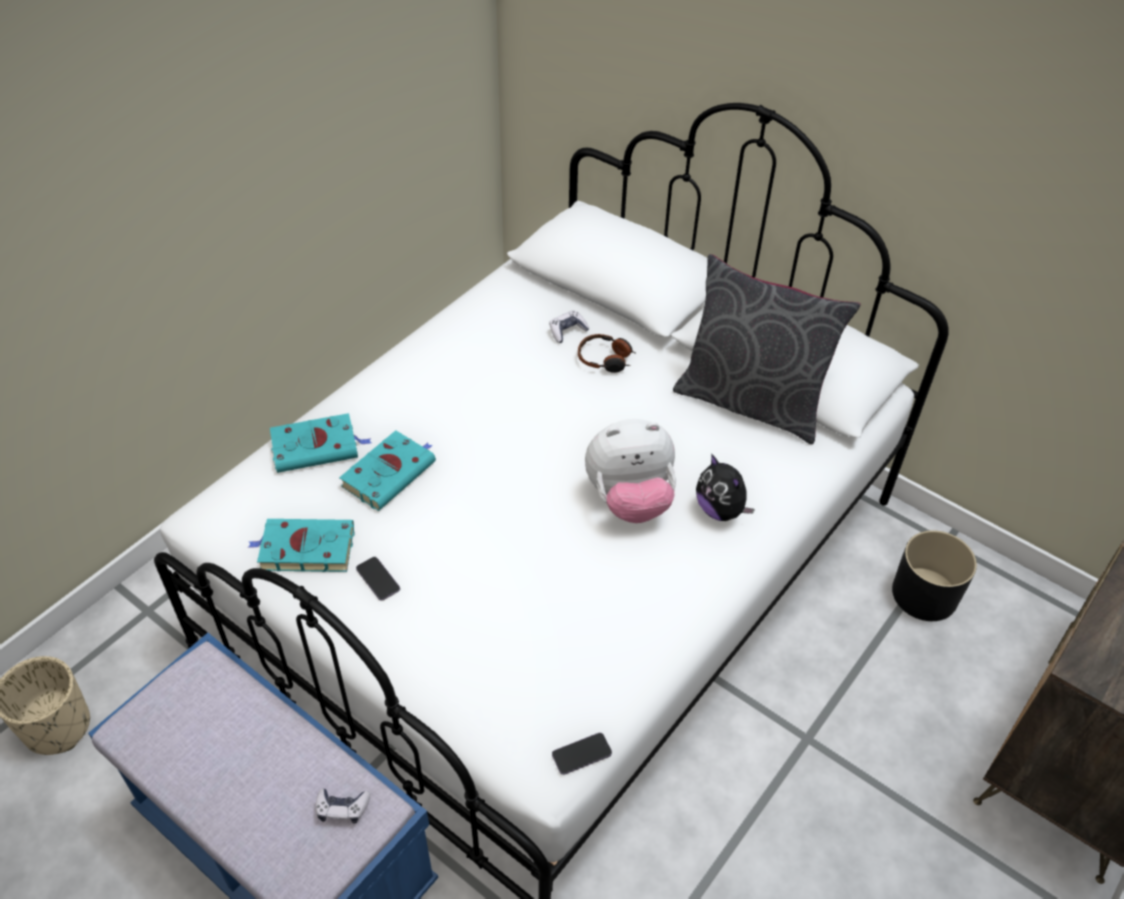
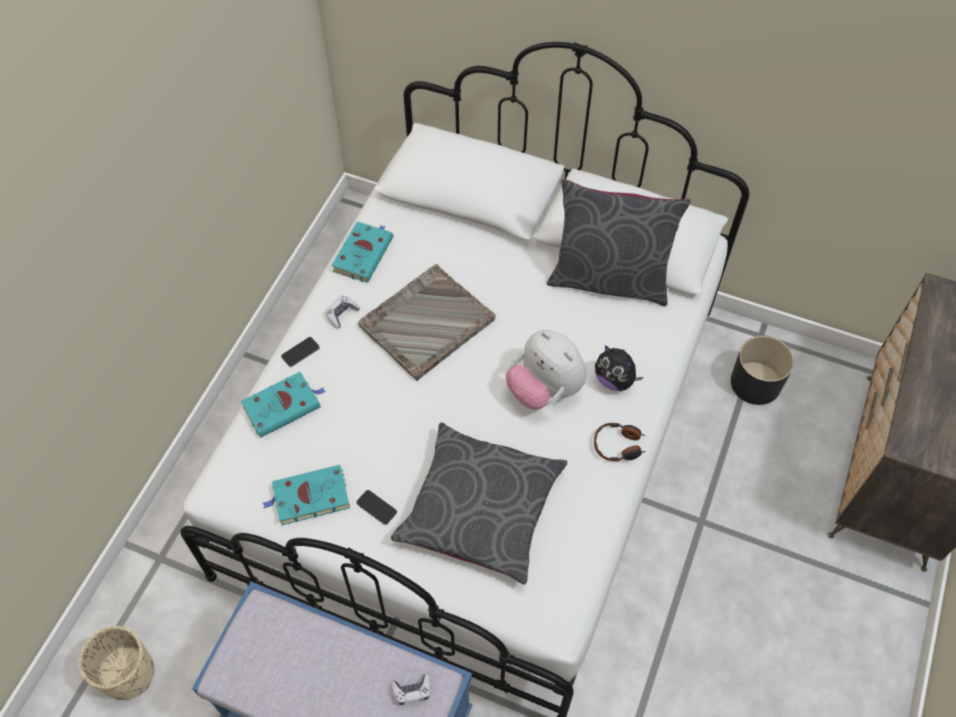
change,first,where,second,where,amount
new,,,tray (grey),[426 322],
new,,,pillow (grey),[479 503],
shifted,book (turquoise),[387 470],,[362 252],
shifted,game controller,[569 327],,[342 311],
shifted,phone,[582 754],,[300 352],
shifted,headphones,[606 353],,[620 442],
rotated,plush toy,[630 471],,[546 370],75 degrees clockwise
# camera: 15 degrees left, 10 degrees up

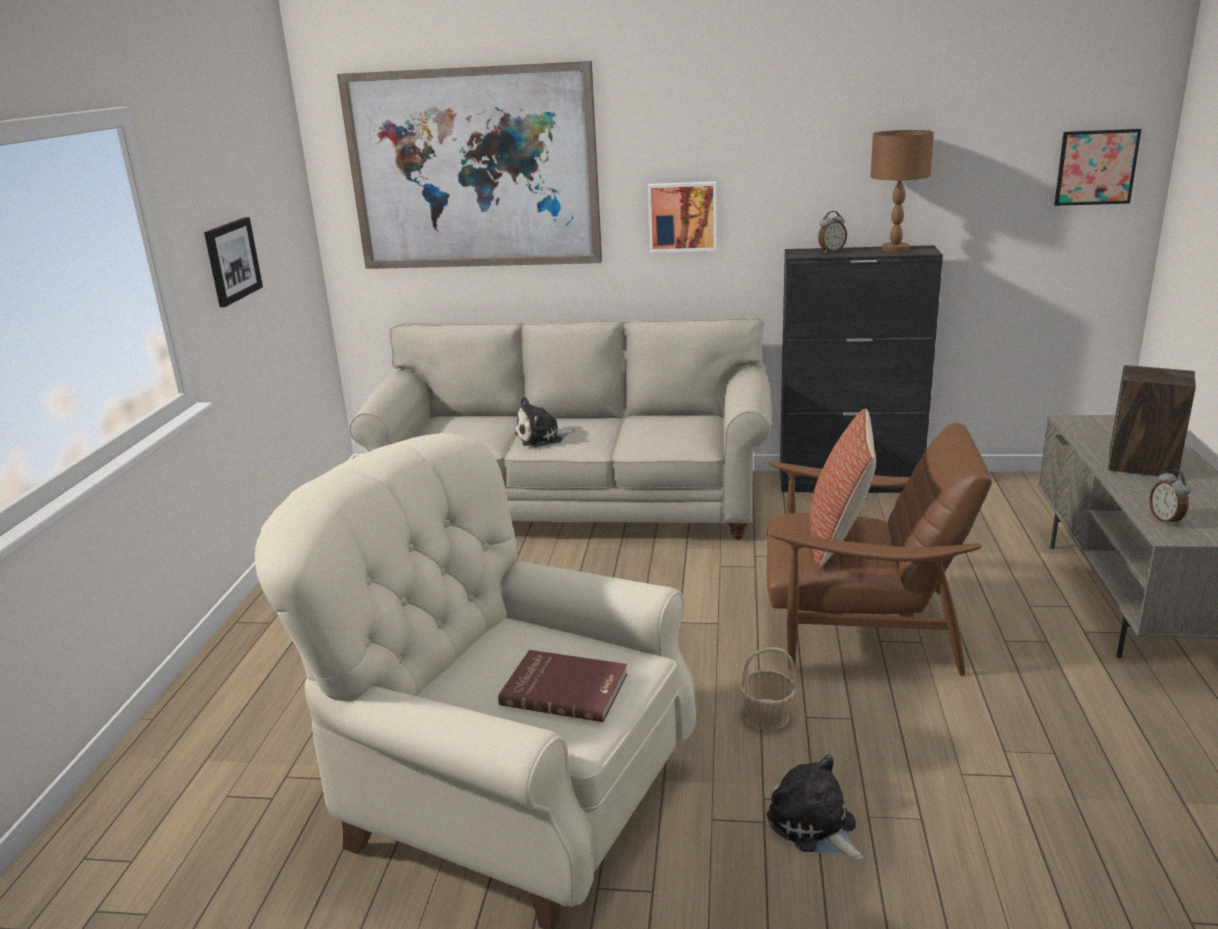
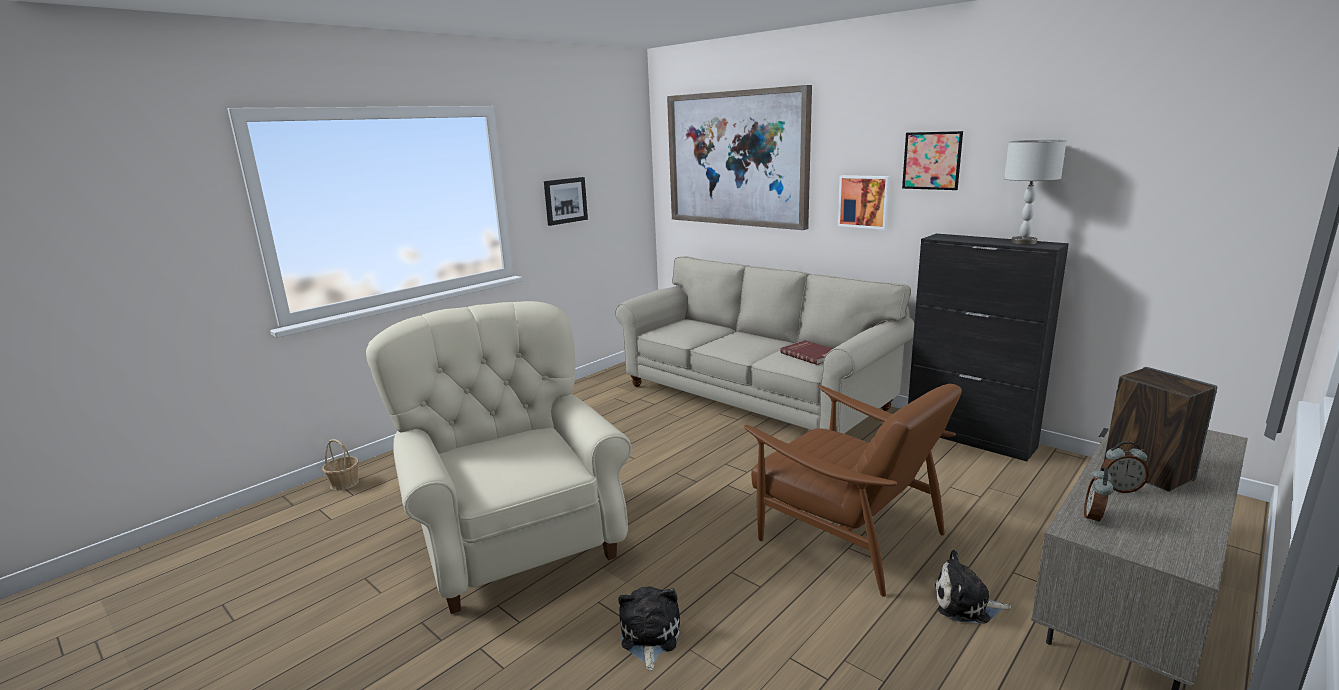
change,first,where,second,where,amount
gone,pillow,[843 488],,,
shifted,book (red),[562 686],,[806 352],
shifted,plush toy,[545 422],,[973 587],
shifted,basket,[768 688],,[340 465],
shifted,alarm clock,[832 232],,[1124 467],
shifted,picture,[1098 167],,[932 160],
repainted,table lamp (brown),[902 191],table lamp (grey),[1035 192],
# camera: 35 degrees right, 5 degrees down

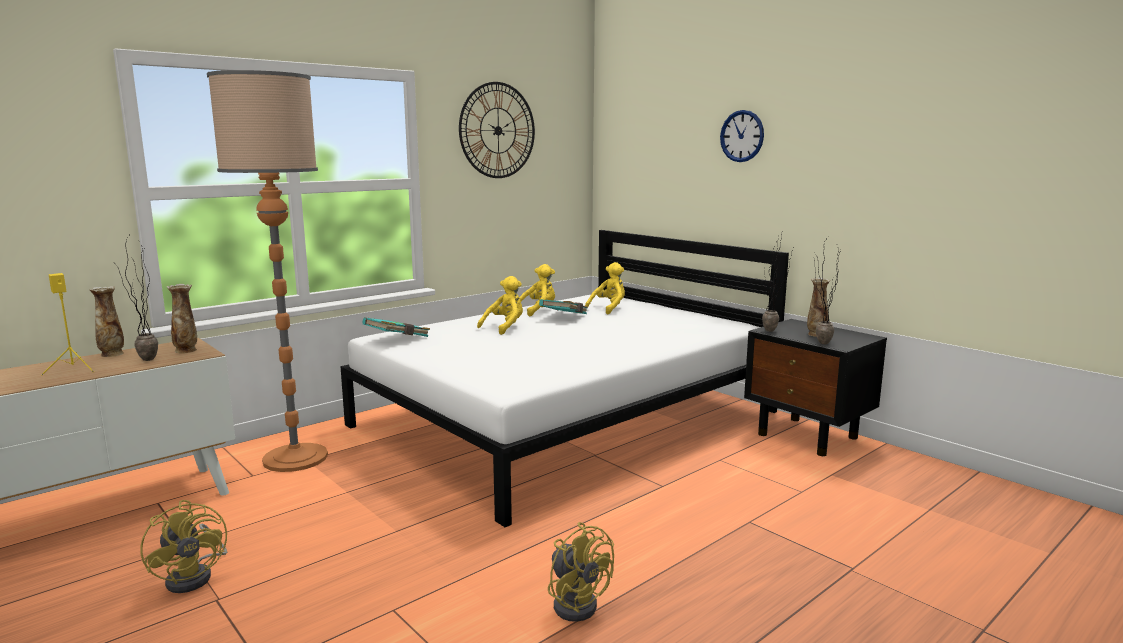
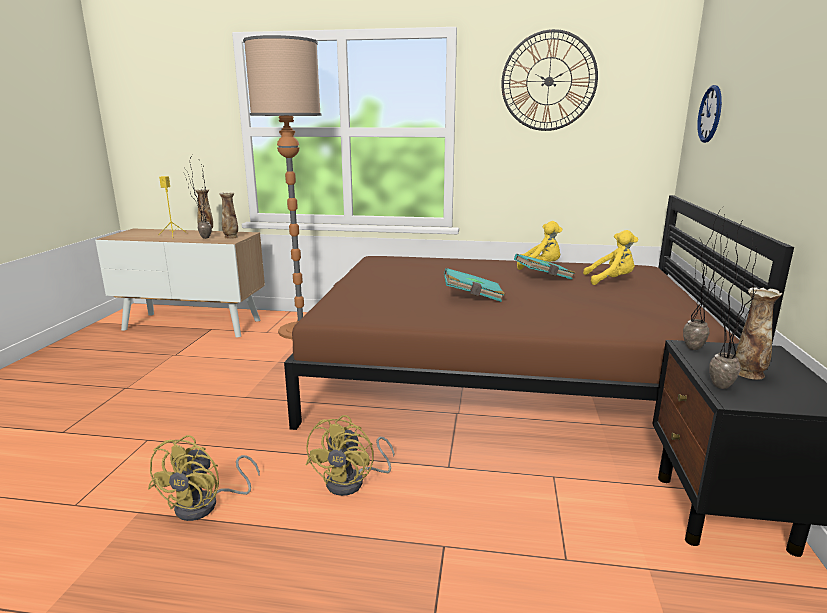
change,first,where,second,where,amount
gone,plush toy (yellow),[500 305],,,
shifted,fan (yellow),[183 546],,[350 455],
shifted,book (turquoise),[396 327],,[474 285],
shifted,wall clock,[742 136],,[709 114],
repainted,bed (white),[564 378],bed (brown),[539 312],
# camera: 50 degrees right, 5 degrees up

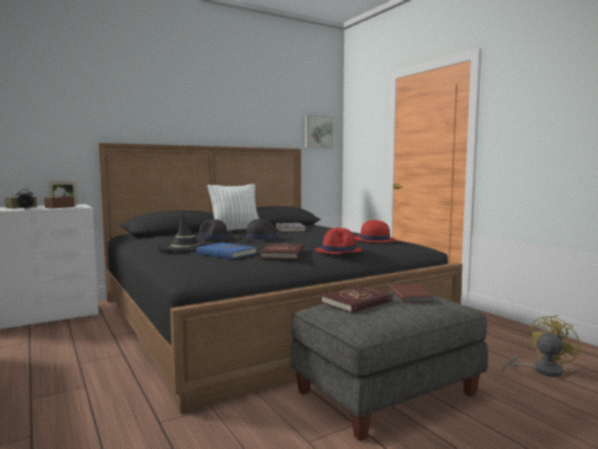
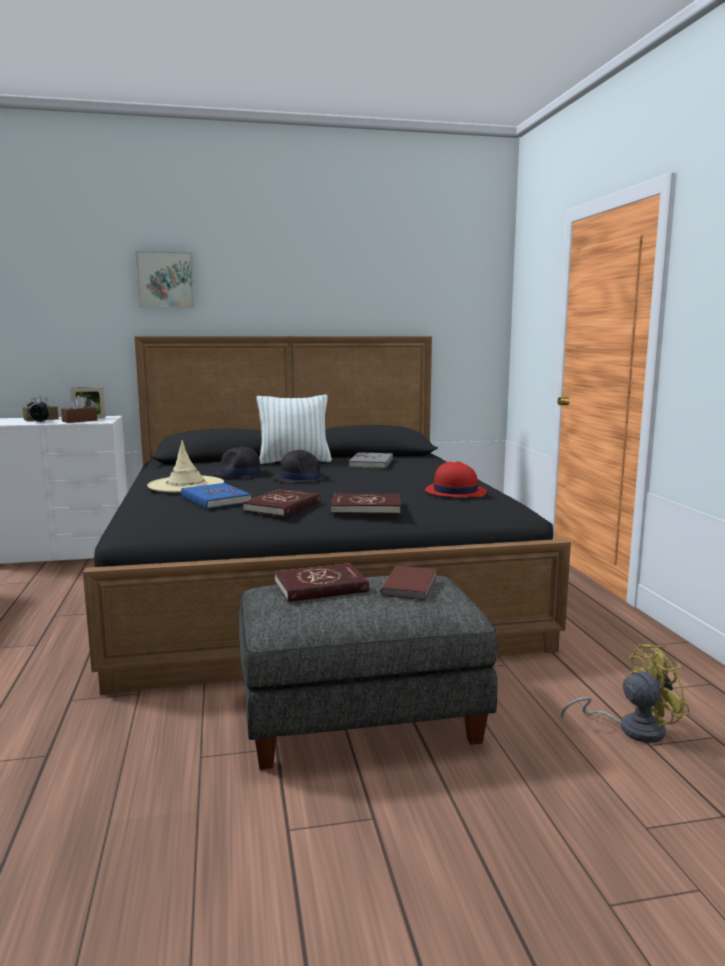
change,first,where,second,where,amount
shifted,picture,[319 131],,[165 279],
swapped,hat (red),[338 241],book (red),[366 503],
repainted,hat (black),[184 232],hat (beige),[185 466],
# camera: 20 degrees right, 5 degrees up

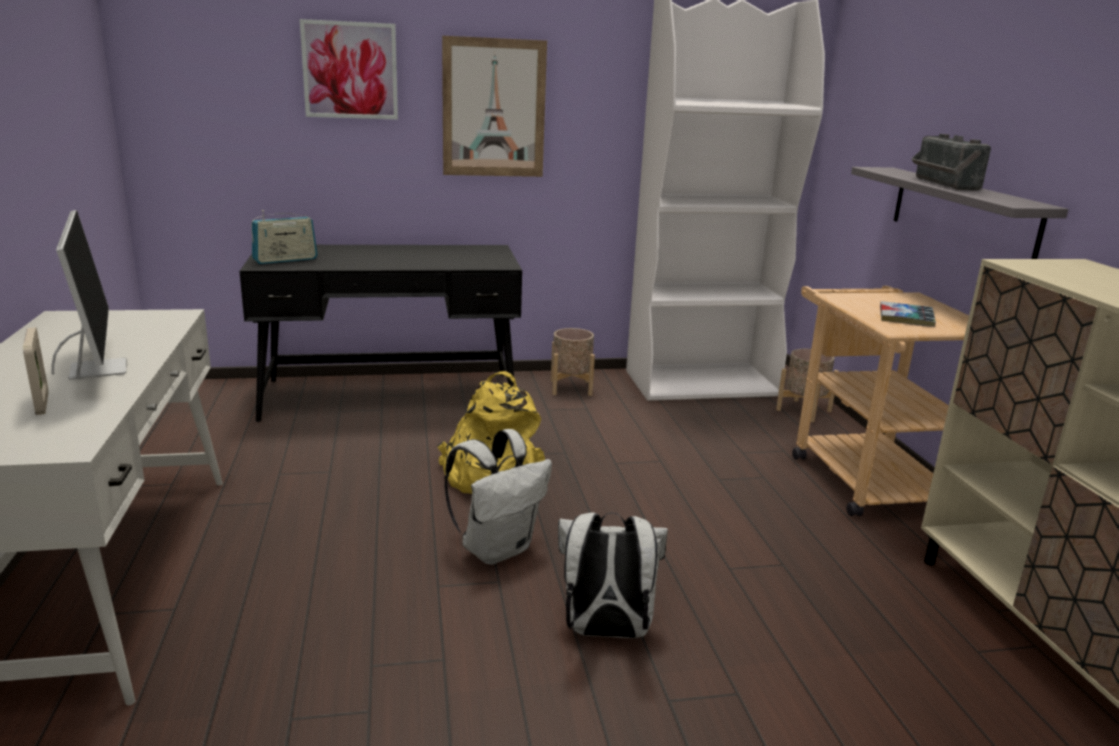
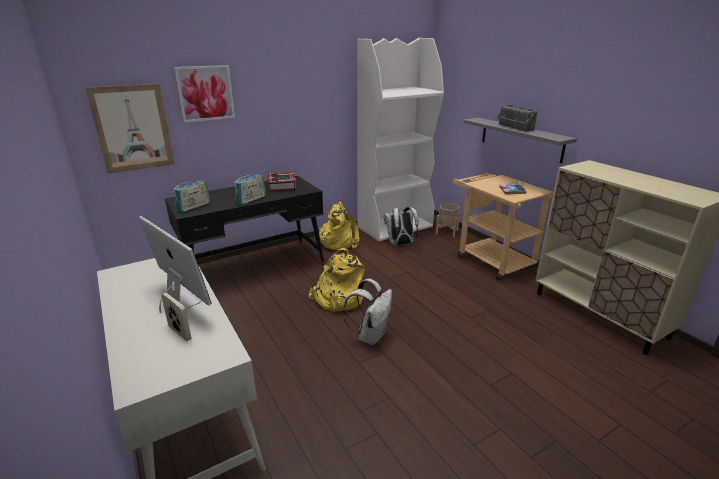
change,first,where,second,where,amount
new,,,radio,[250 189],
new,,,book,[282 182],
shifted,picture,[494 106],,[130 129],
shifted,backpack (white),[613 575],,[401 226],
swapped,planter (beige),[573 362],backpack (yellow),[339 226],
# camera: 20 degrees left, 5 degrees up

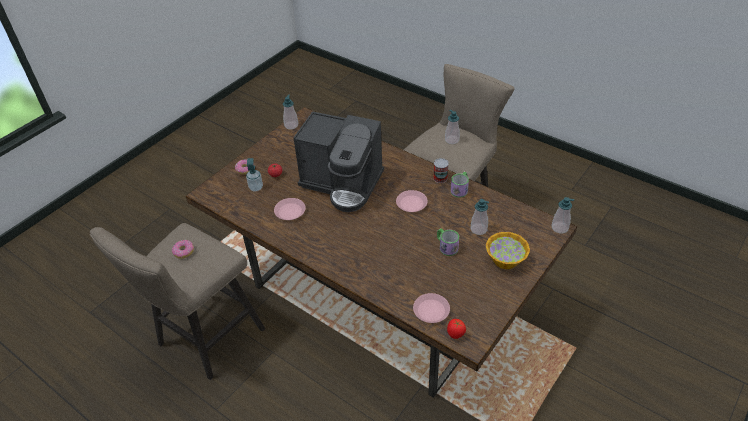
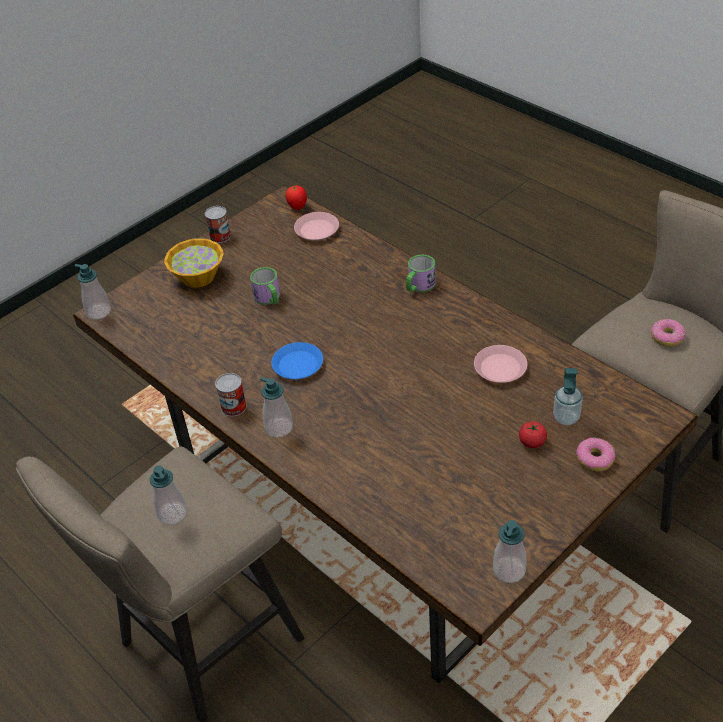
change,first,where,second,where,amount
gone,coffee machine,[338 161],,,
new,,,can,[218 224],
shifted,mug,[460 185],,[421 273],
shifted,soap dispenser,[479 217],,[276 407],
repainted,plate (pink),[412 201],plate (blue),[297 360],
# camera: 170 degrees left, 0 degrees up

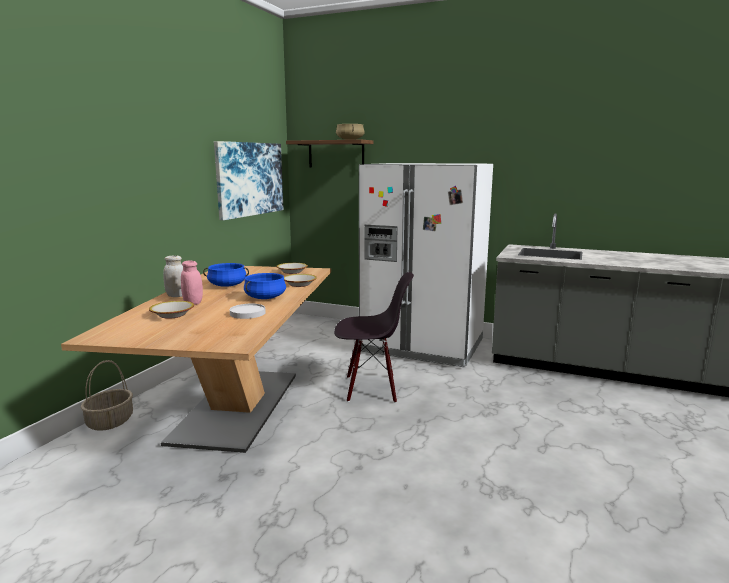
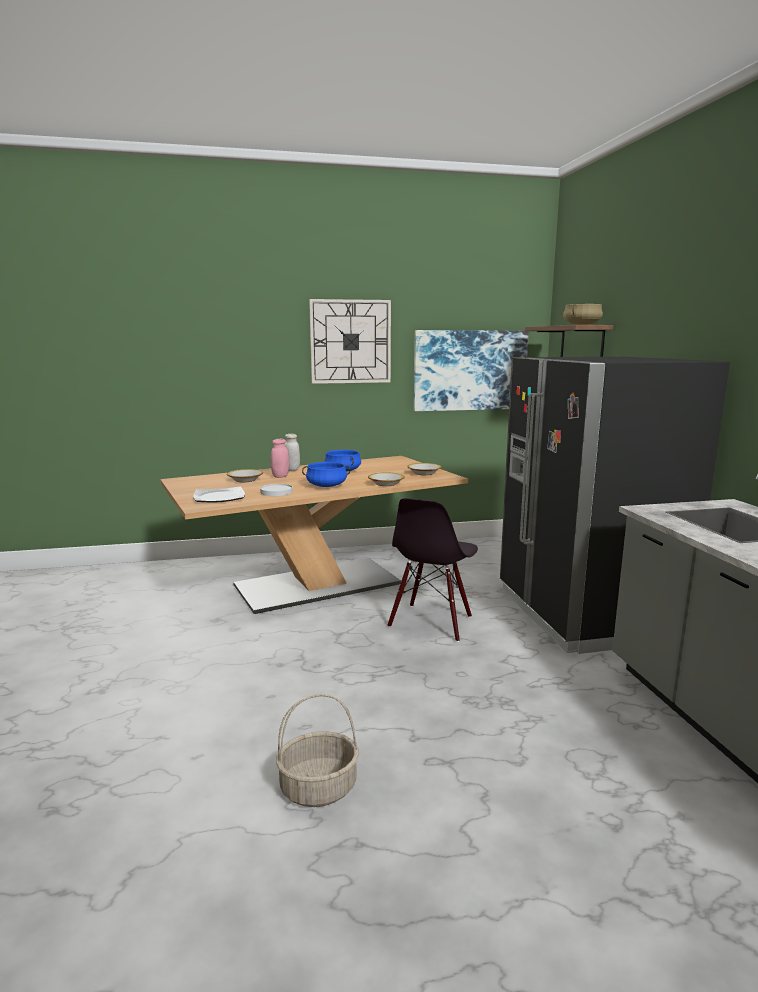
change,first,where,second,where,amount
new,,,plate,[219 495],
new,,,wall clock,[350 341],
shifted,basket,[107 395],,[317 750],
repainted,fridge (white),[426 265],fridge (black),[615 505],
rotated,chair (black),[374 337],,[432 570],60 degrees clockwise
# camera: 55 degrees right, 0 degrees up

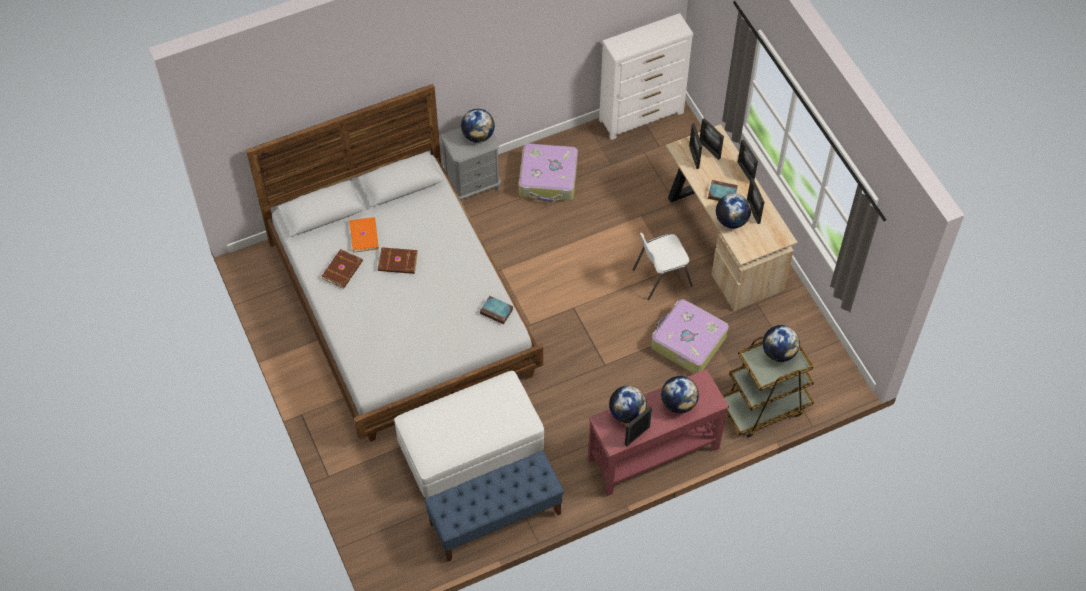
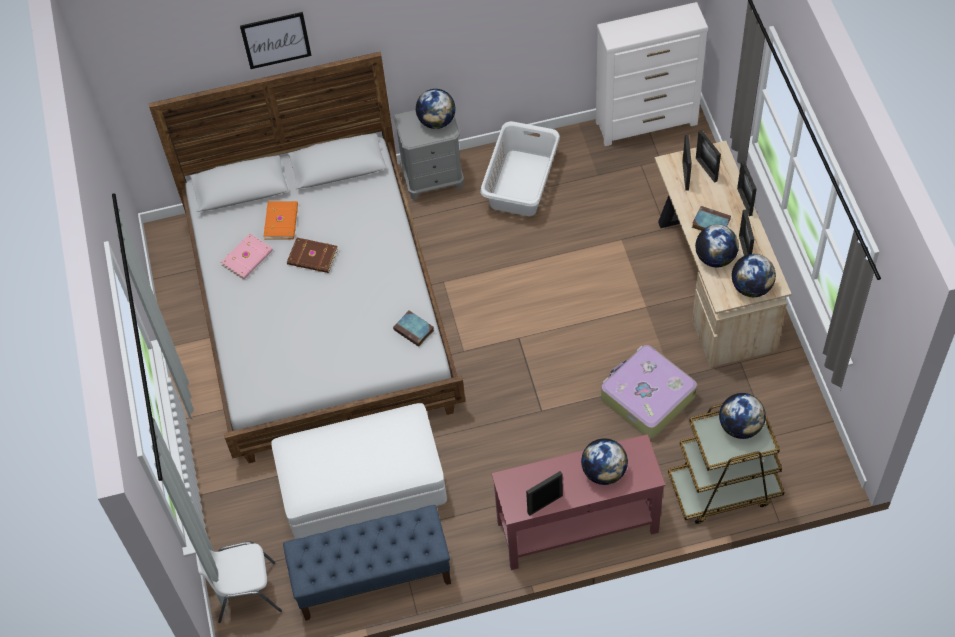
change,first,where,second,where,amount
new,,,picture,[276 40],
shifted,globe,[628 404],,[754 275],
shifted,chair (white),[663 266],,[239 582],
swapped,suitcase,[548 172],laundry basket (white),[520 168],
repainted,book (brown),[342 269],book (pink),[247 256],
# camera: 15 degrees right, 0 degrees up

